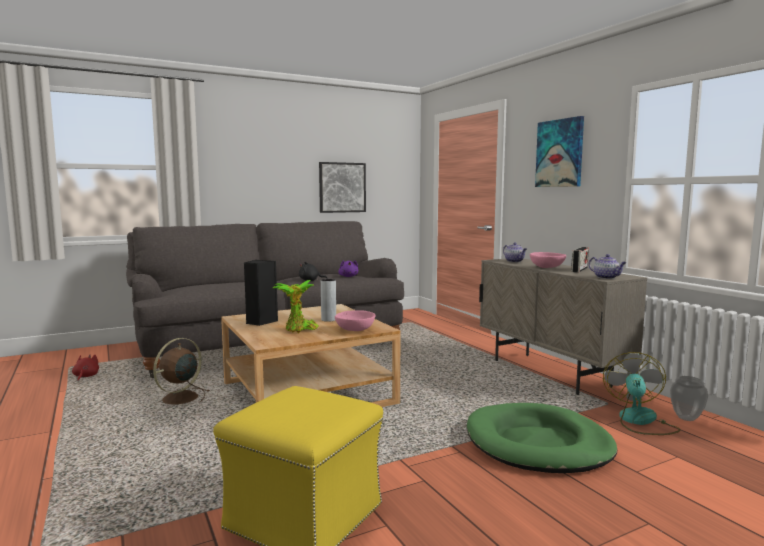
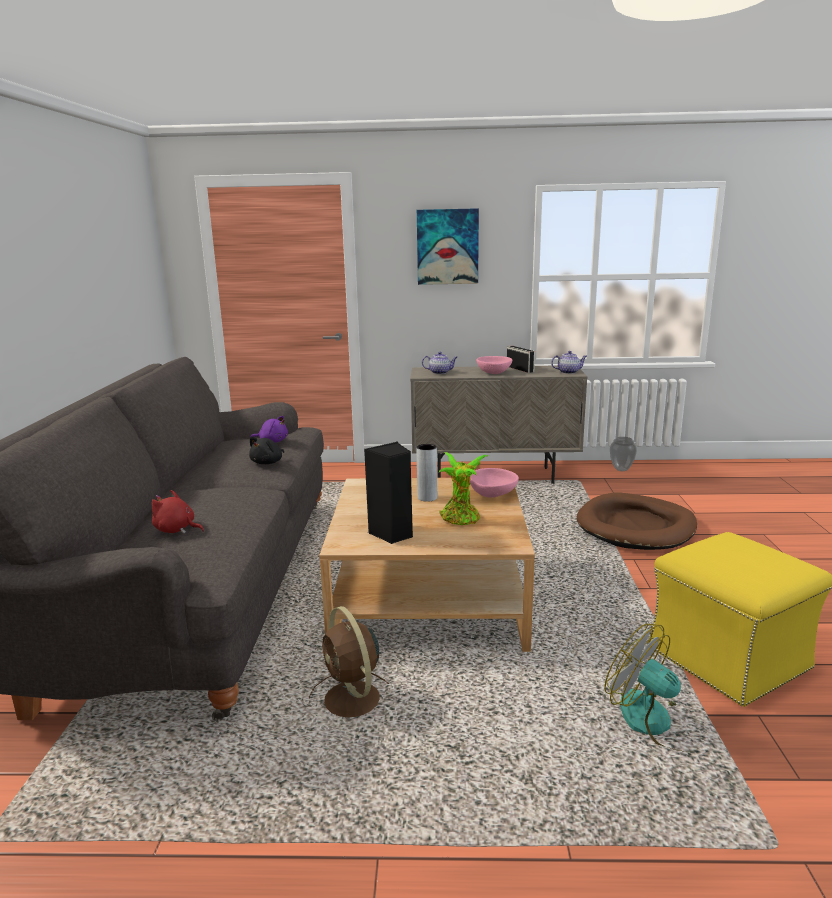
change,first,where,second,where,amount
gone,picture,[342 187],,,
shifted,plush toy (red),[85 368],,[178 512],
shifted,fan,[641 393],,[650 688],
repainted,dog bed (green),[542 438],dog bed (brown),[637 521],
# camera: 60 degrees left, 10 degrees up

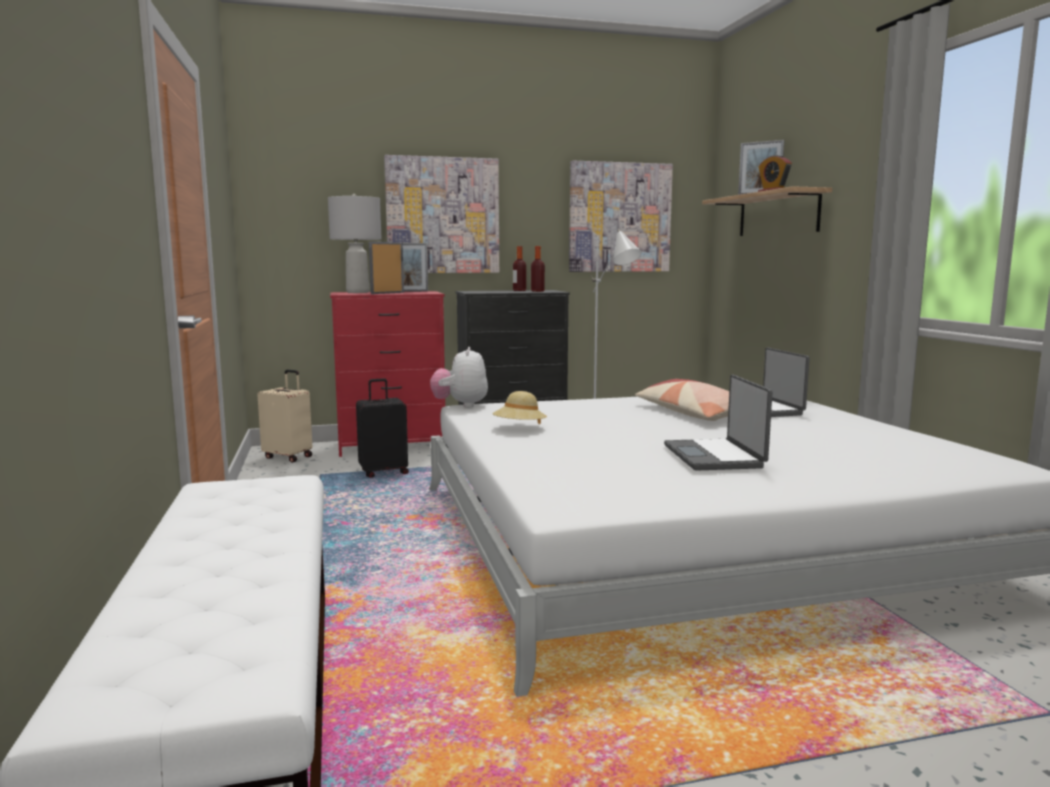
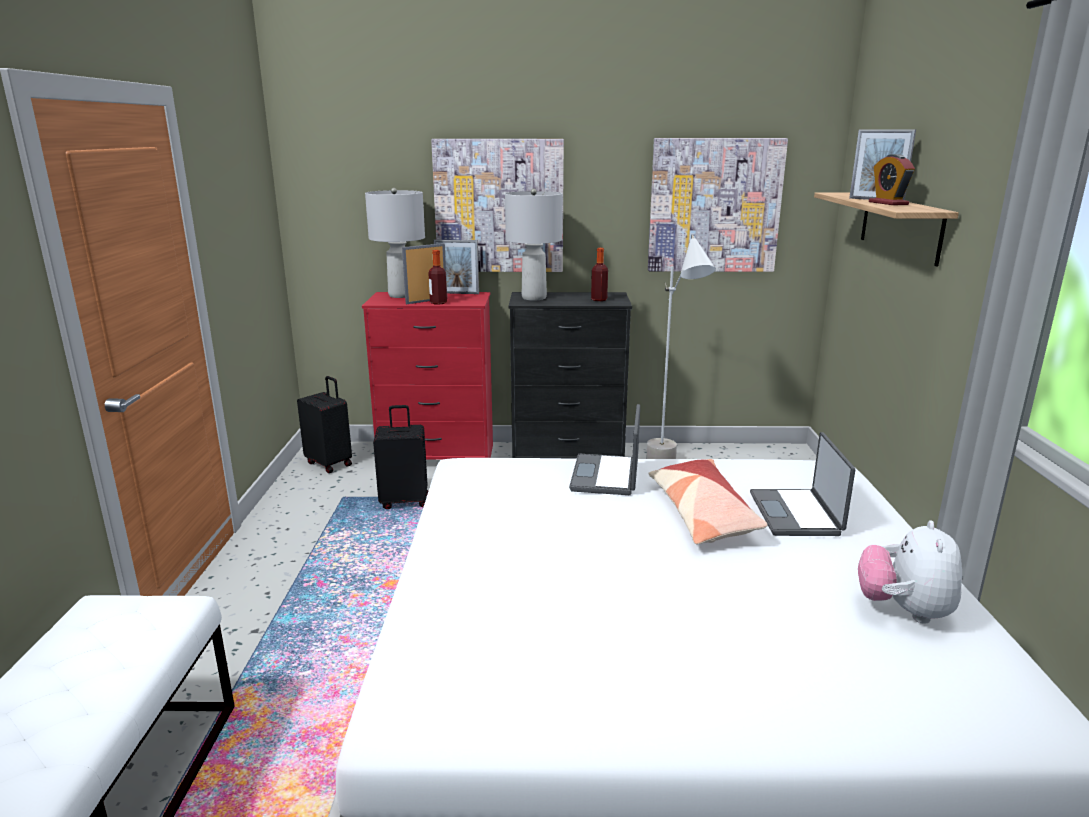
change,first,where,second,where,amount
gone,hat (beige),[519 407],,,
new,,,table lamp (grey),[533 244],
shifted,plush toy,[459 377],,[910 572],
shifted,bottle,[519 268],,[437 277],
shifted,laptop,[718 423],,[604 449],
repainted,suitcase (beige),[284 416],suitcase (black),[324 424],
# camera: 15 degrees right, 10 degrees up

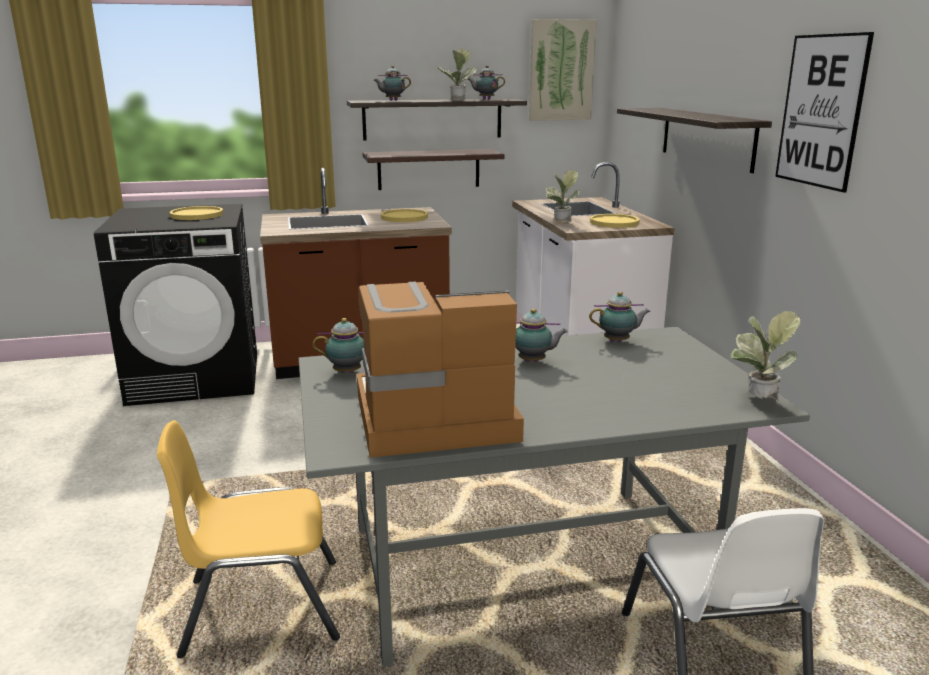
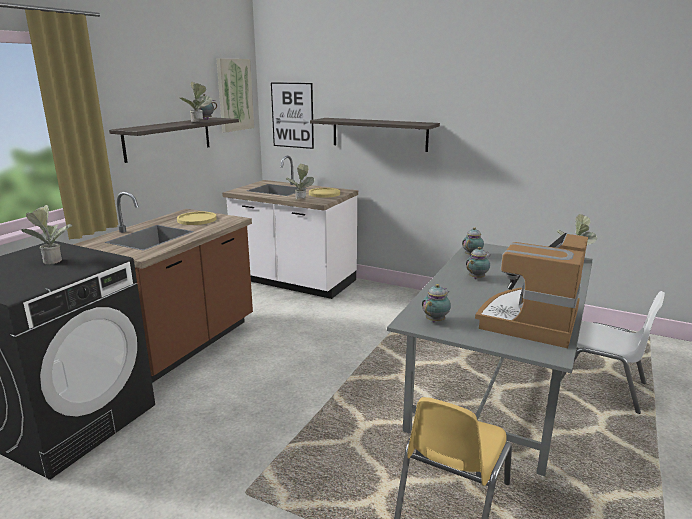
change,first,where,second,where,amount
gone,shelf,[434 169],,,
gone,teapot,[392 83],,,
shifted,picture,[824 112],,[292 115],
swapped,plate (yellow),[196 213],potted plant,[46 234],
# camera: 50 degrees left, 0 degrees up

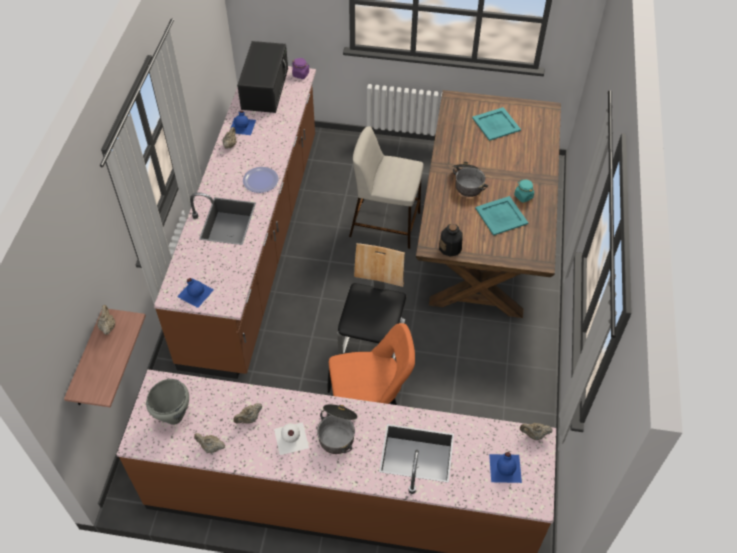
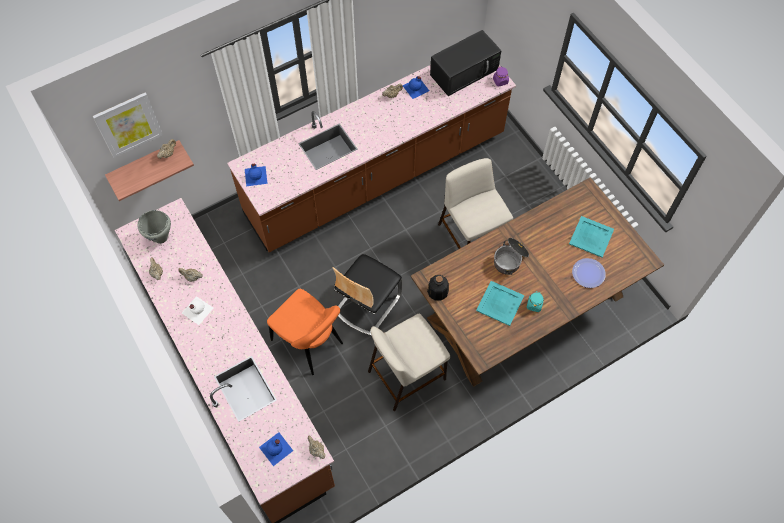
change,first,where,second,where,amount
gone,cooking pot,[337 429],,,
new,,,picture,[128 125],
new,,,stool (beige),[409 362],
shifted,plate,[261 180],,[589 273],
rotated,chair,[371 301],,[368 295],150 degrees clockwise
# camera: 50 degrees right, 10 degrees up

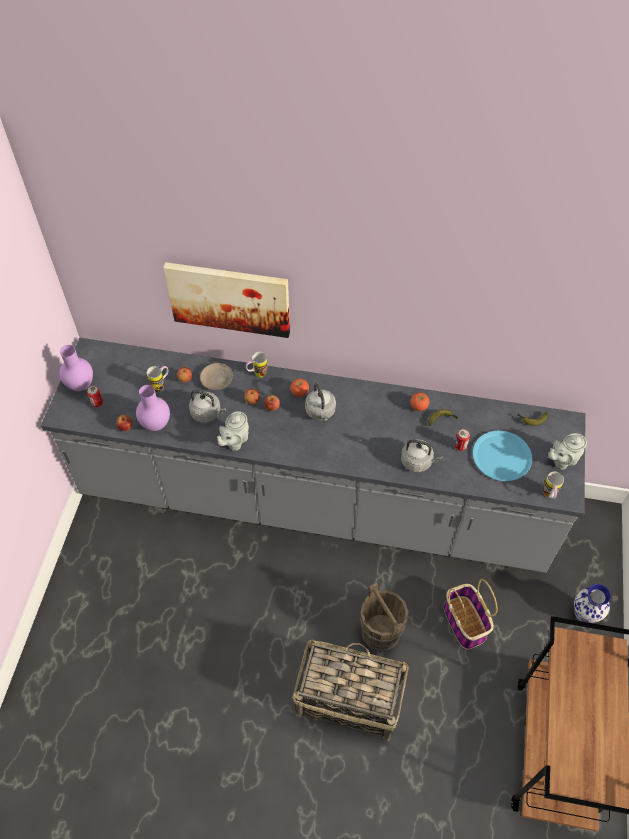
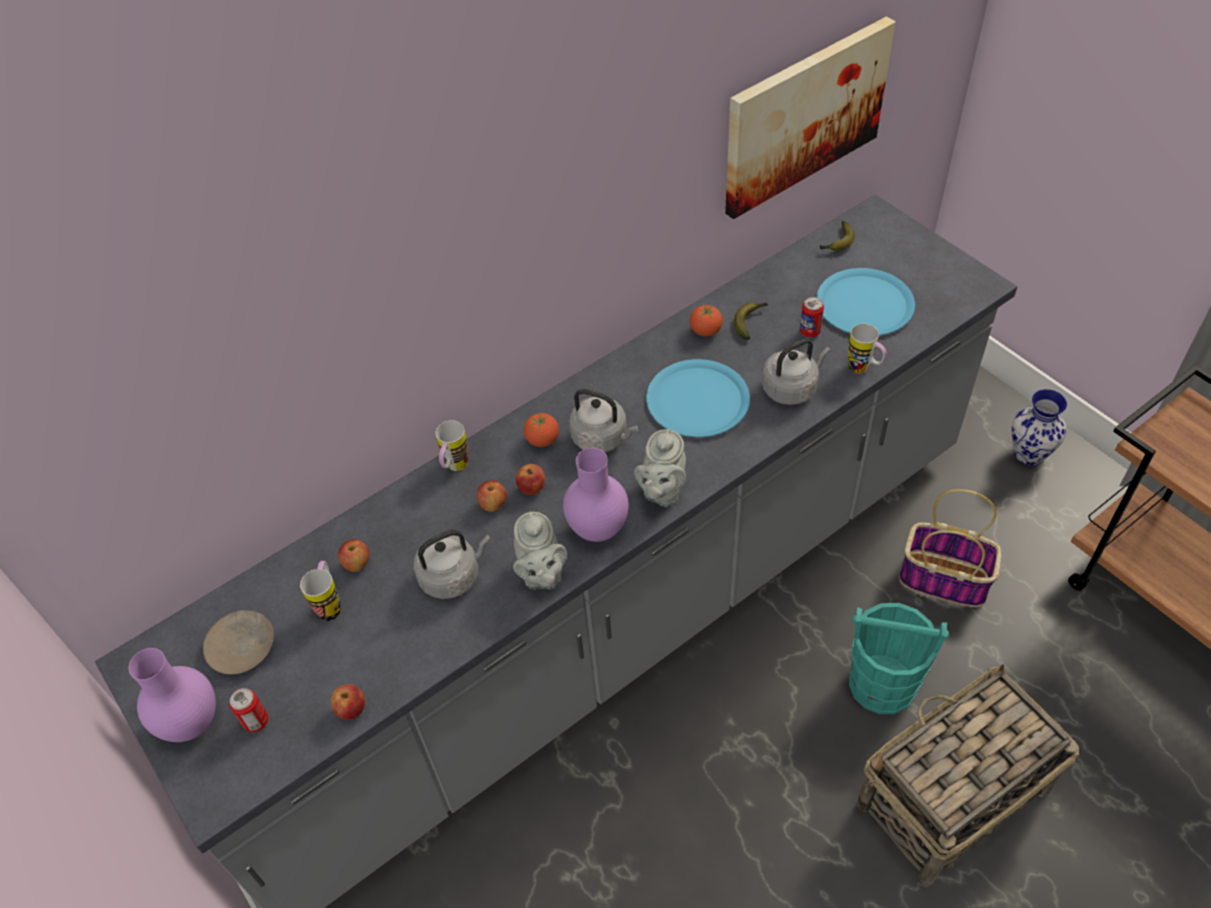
change,first,where,second,where,amount
new,,,plate (blue),[698 398],
shifted,vase (purple),[153 408],,[596 495],
shifted,picture,[226 300],,[810 118],
shifted,plate (beige),[216 376],,[238 642],
shifted,mug,[553 485],,[867 349],
shifted,teapot (grey),[567 451],,[660 467],
repainted,bucket (brown),[384 617],bucket (turquoise),[899 658],
# camera: 45 degrees left, 5 degrees down

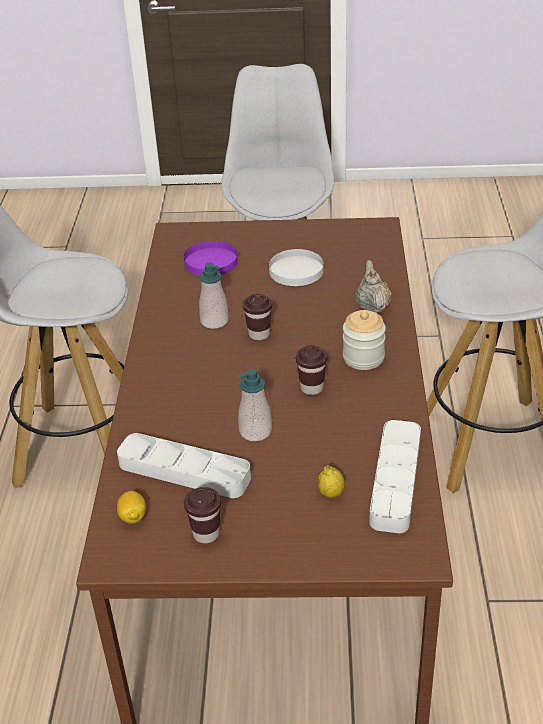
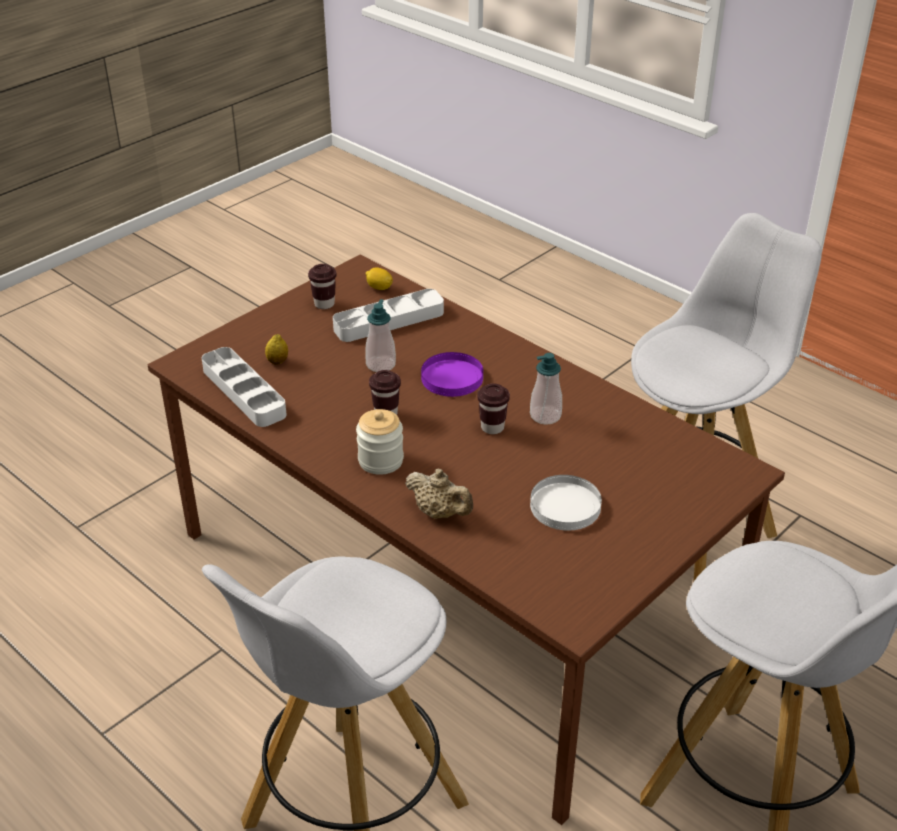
change,first,where,second,where,amount
shifted,plate (purple),[211 258],,[452 374],
# camera: 130 degrees right, 0 degrees up

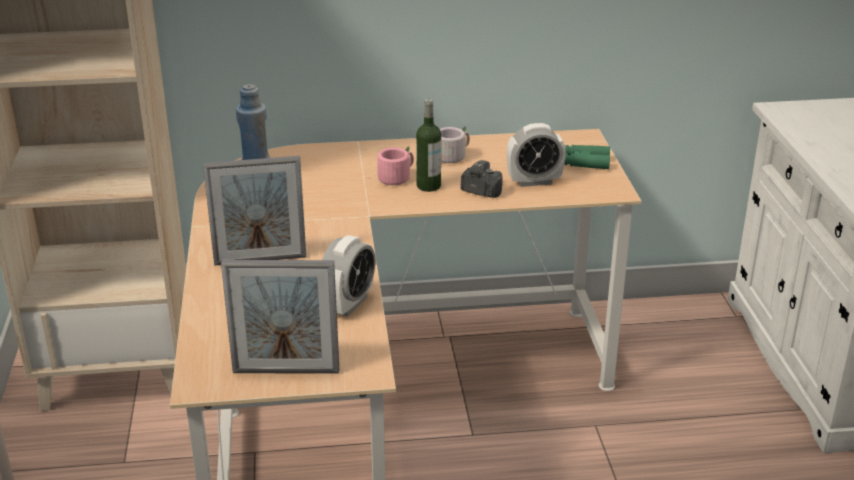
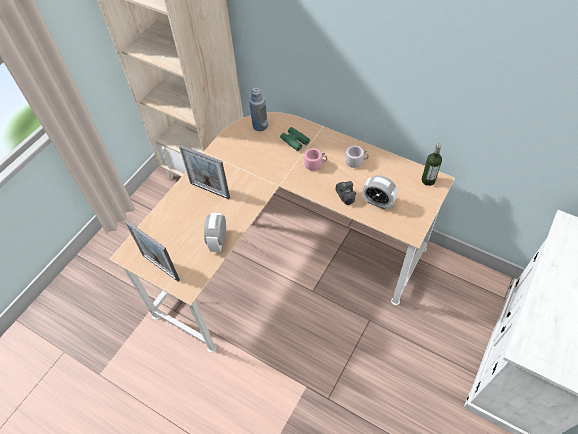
change,first,where,second,where,amount
shifted,bottle,[428 145],,[432 164],
shifted,binoculars (green),[587 157],,[295 139],
rotated,alarm clock,[349 276],,[215 232],120 degrees clockwise
# camera: 40 degrees right, 25 degrees up

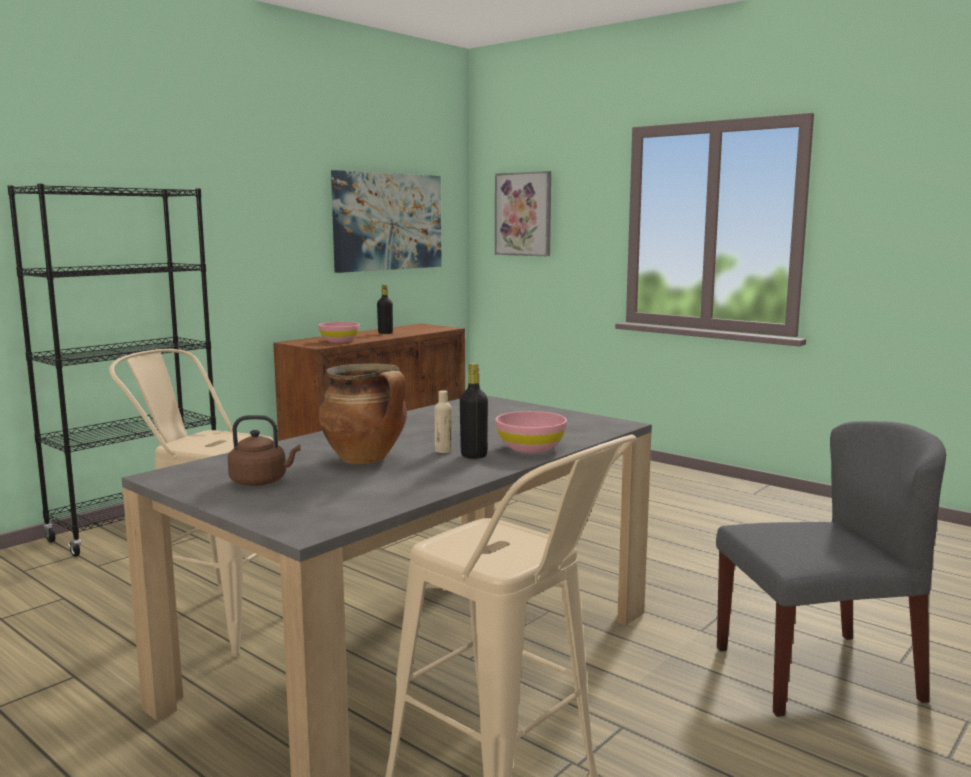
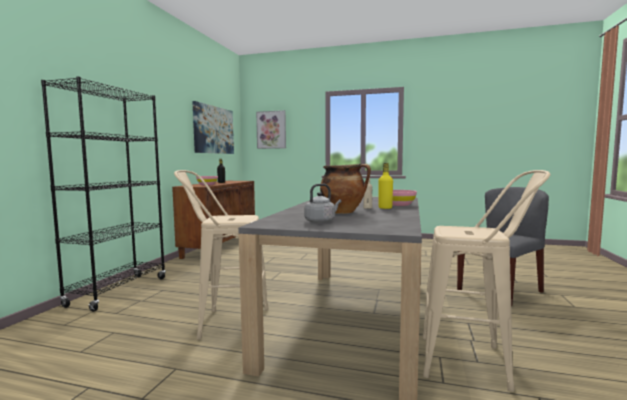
change,first,where,second,where,amount
repainted,kettle (brown),[264 450],kettle (grey),[322 203],
repainted,bottle (black),[474 411],bottle (yellow),[385 186],
# camera: 25 degrees left, 5 degrees down

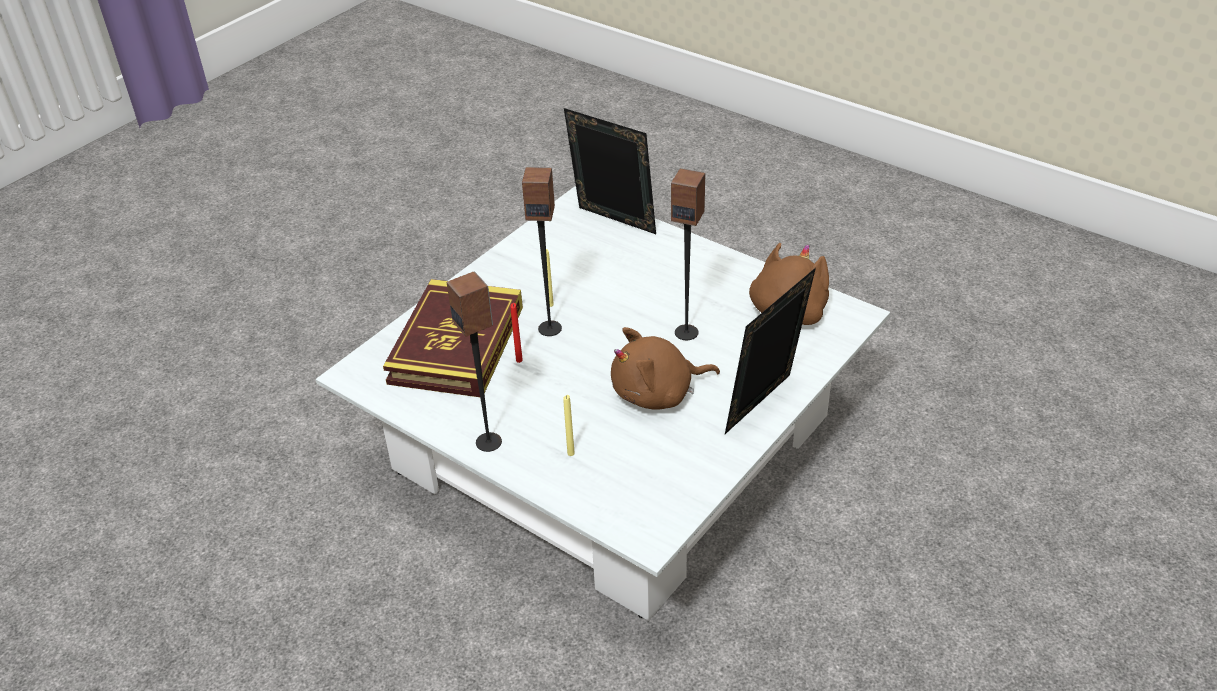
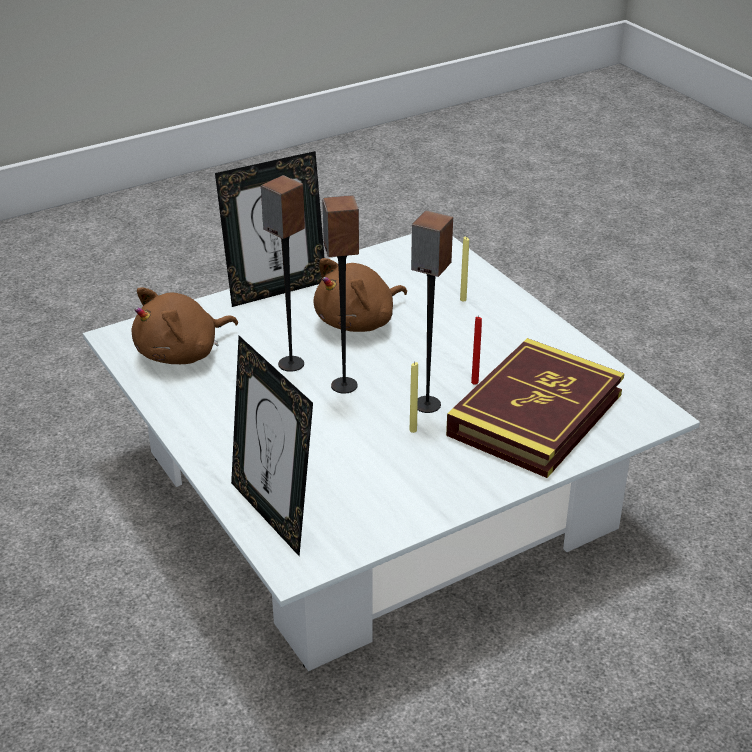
change,first,where,second,where,amount
shifted,speaker,[474 361],,[340 294],
rotated,plush toy (brown),[665 368],,[360 295],135 degrees clockwise
# camera: 160 degrees left, 5 degrees down

